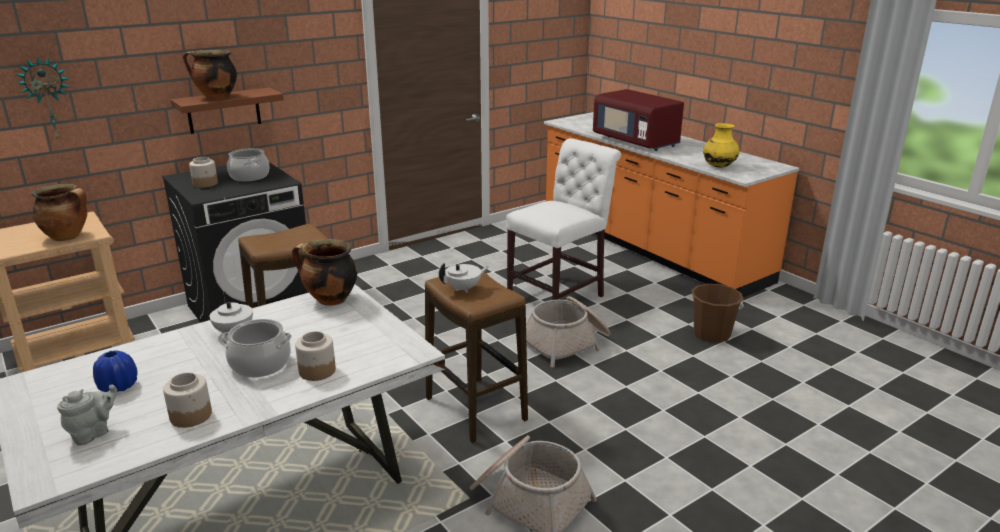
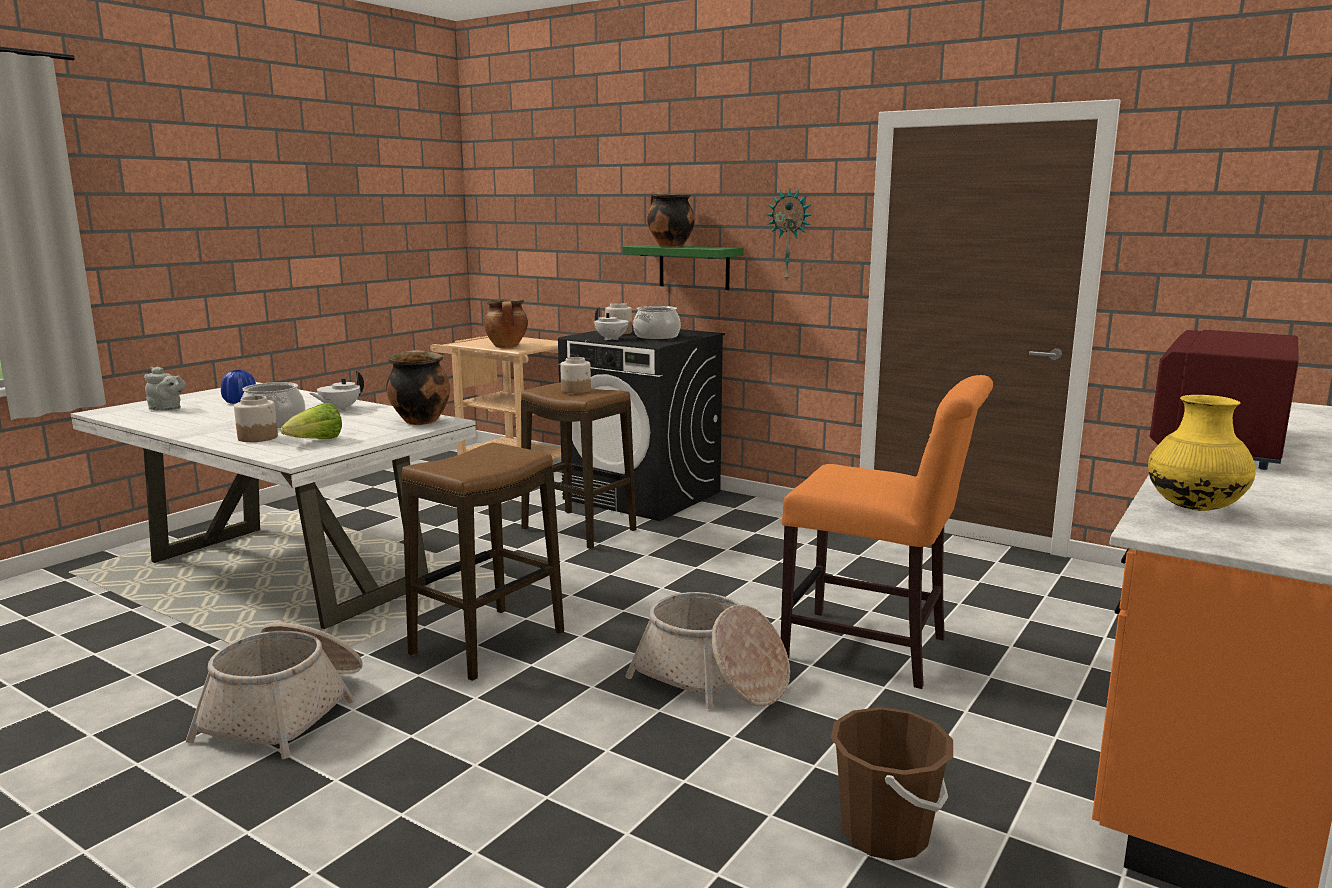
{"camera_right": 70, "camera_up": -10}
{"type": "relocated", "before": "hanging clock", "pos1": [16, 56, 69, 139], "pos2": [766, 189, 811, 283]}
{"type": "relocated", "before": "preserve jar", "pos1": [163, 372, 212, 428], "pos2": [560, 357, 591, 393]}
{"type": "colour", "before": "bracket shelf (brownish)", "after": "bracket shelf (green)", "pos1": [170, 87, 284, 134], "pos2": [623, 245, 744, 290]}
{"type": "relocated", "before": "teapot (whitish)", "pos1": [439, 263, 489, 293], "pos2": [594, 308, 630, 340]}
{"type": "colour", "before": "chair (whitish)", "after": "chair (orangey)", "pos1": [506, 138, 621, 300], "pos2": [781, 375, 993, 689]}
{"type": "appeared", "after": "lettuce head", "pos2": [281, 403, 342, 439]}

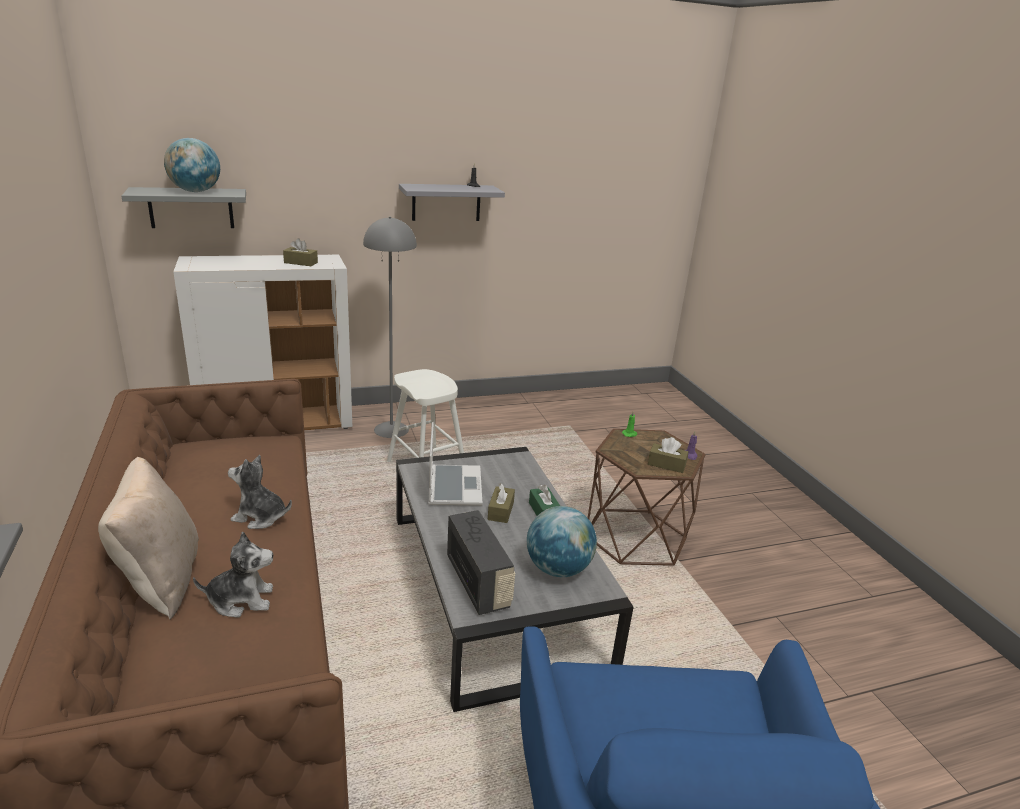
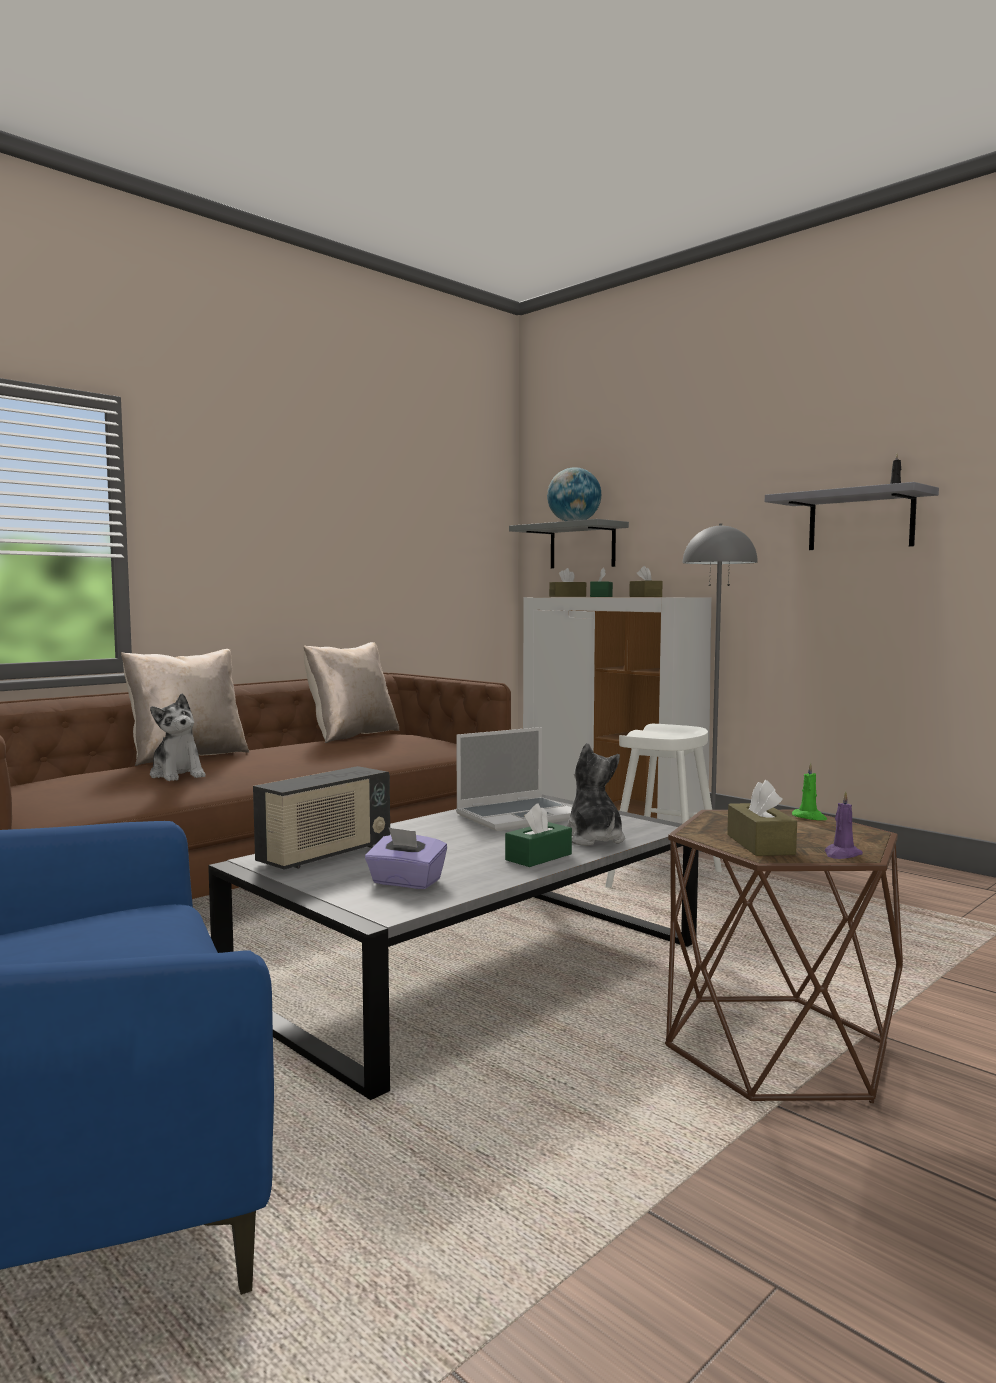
{"camera_right": 65, "camera_up": -20}
{"type": "relocated", "before": "cuddly toy", "pos1": [228, 455, 292, 529], "pos2": [567, 743, 625, 846]}
{"type": "relocated", "before": "box of tissues (brownish)", "pos1": [488, 483, 515, 523], "pos2": [549, 568, 586, 597]}
{"type": "exchanged", "before": "world globe", "after": "box of tissues (purple)", "pos1": [527, 506, 597, 577], "pos2": [365, 827, 447, 889]}
{"type": "appeared", "after": "throw pillow (beige-coloured)", "pos2": [303, 642, 399, 743]}
{"type": "appeared", "after": "box of tissues (green)", "pos2": [590, 568, 613, 597]}

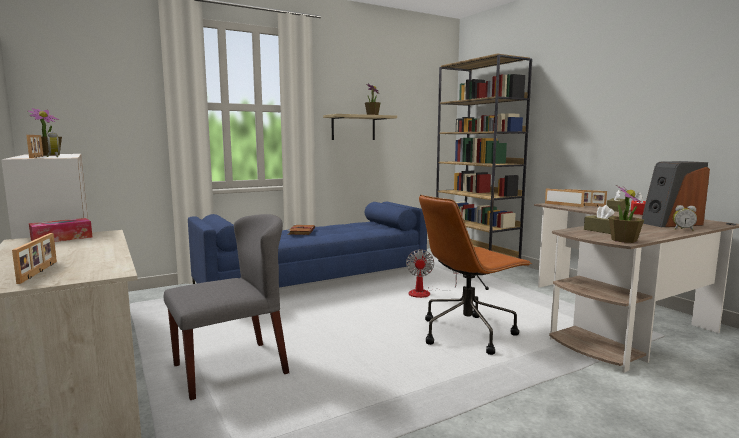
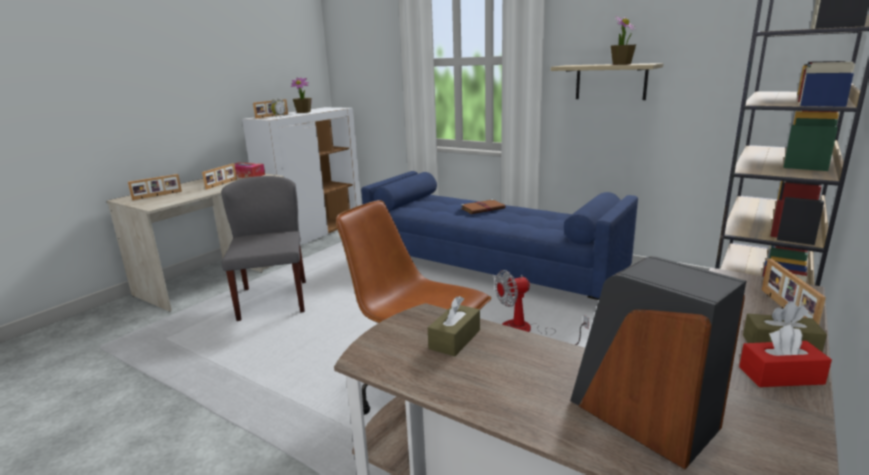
{"camera_right": 65, "camera_up": 10}
{"type": "spun", "before": "chair (grey)", "pos1": [164, 214, 289, 400], "pos2": [221, 176, 306, 321], "turn": -135}
{"type": "relocated", "before": "standing frame", "pos1": [545, 188, 585, 207], "pos2": [202, 163, 237, 189]}
{"type": "missing", "before": "potted plant", "pos1": [609, 185, 644, 243]}
{"type": "missing", "before": "alarm clock", "pos1": [673, 205, 697, 231]}

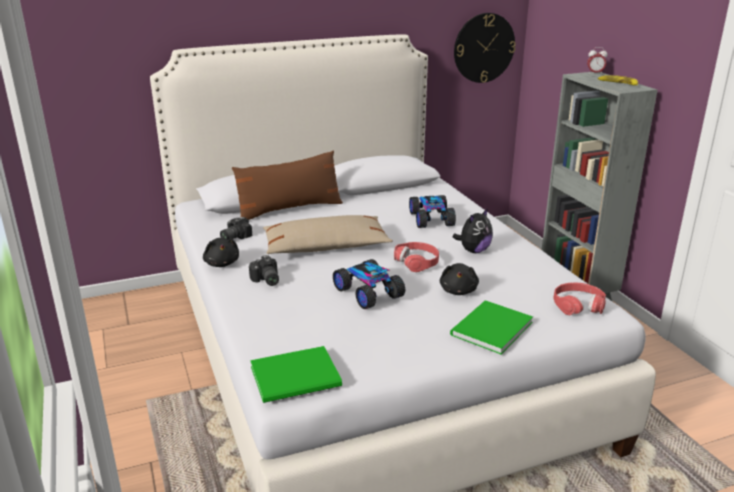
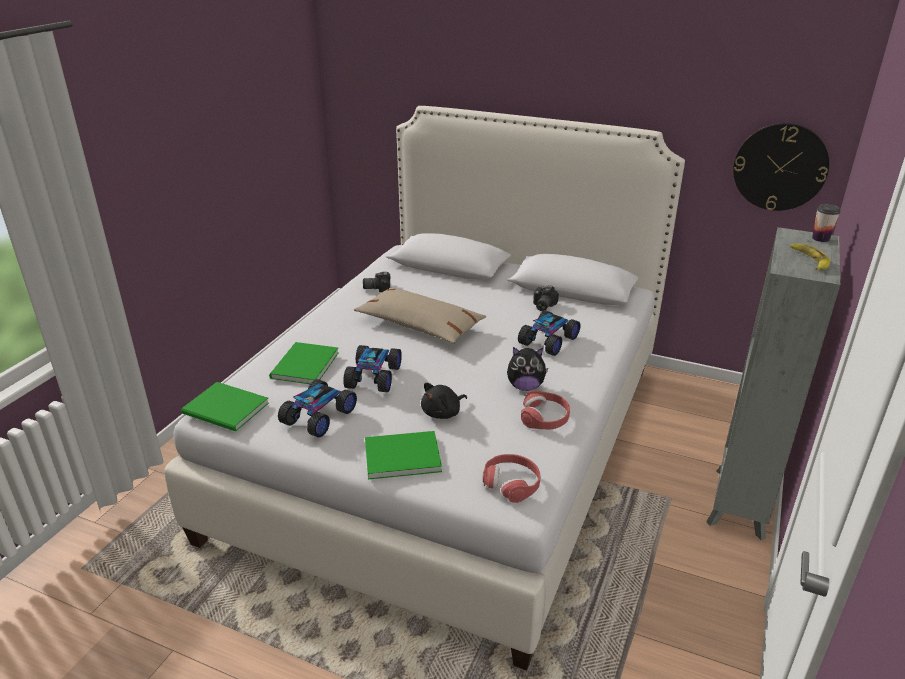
{"camera_right": 45, "camera_up": 5}
{"type": "missing", "before": "cuddly toy (black)", "pos1": [203, 238, 239, 267]}
{"type": "missing", "before": "throw pillow (brownish)", "pos1": [232, 150, 343, 220]}
{"type": "relocated", "before": "photo camera", "pos1": [249, 255, 279, 286], "pos2": [533, 285, 559, 311]}
{"type": "relocated", "before": "headphones (red-coloured)", "pos1": [394, 242, 439, 272], "pos2": [521, 391, 570, 430]}
{"type": "exchanged", "before": "alarm clock", "after": "cup", "pos1": [587, 47, 608, 75], "pos2": [812, 204, 841, 242]}
{"type": "appeared", "after": "volume (green)", "pos2": [269, 342, 339, 384]}
{"type": "appeared", "after": "miniature car", "pos2": [278, 379, 357, 438]}

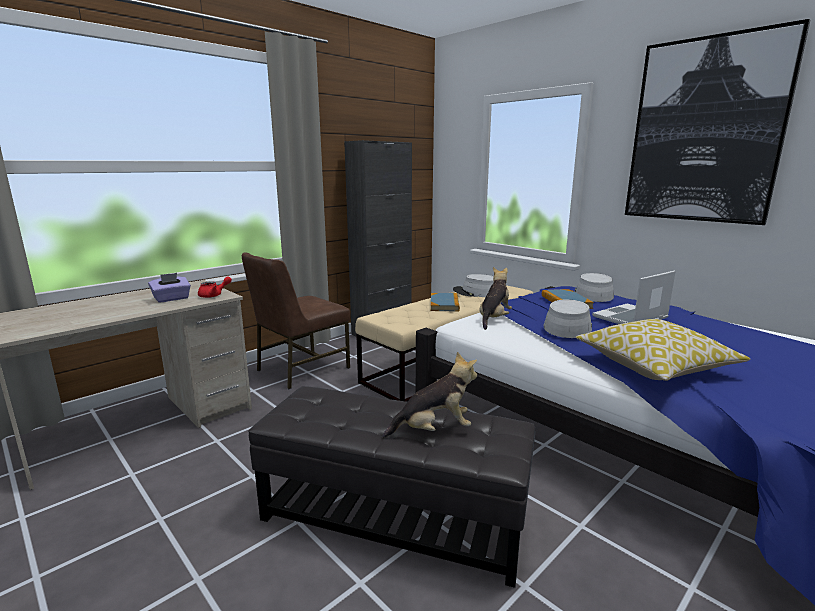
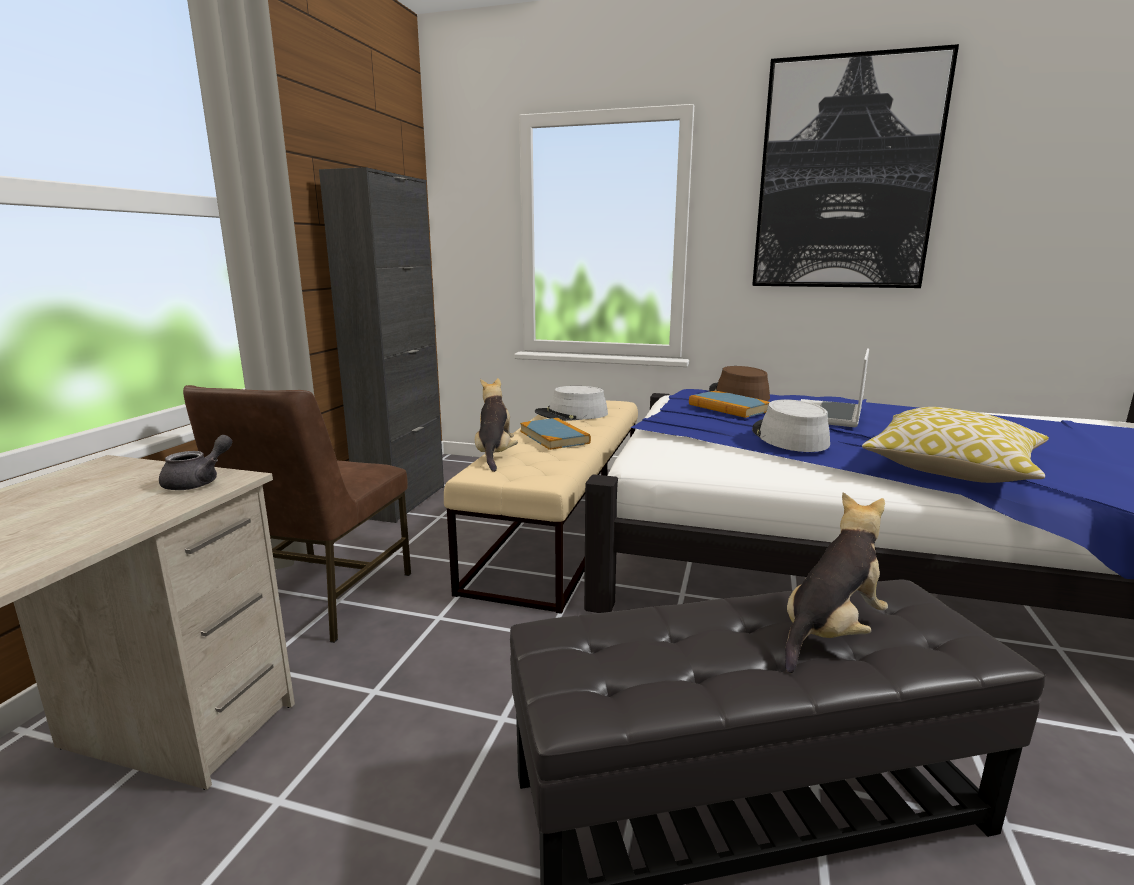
{"camera_right": -30, "camera_up": 0}
{"type": "missing", "before": "box of tissues (purple)", "pos1": [148, 273, 191, 303]}
{"type": "colour", "before": "teapot (red-coloured)", "after": "teapot (grey)", "pos1": [198, 276, 232, 298], "pos2": [159, 435, 232, 490]}
{"type": "relocated", "before": "cuddly toy", "pos1": [479, 267, 512, 330], "pos2": [475, 378, 518, 472]}
{"type": "colour", "before": "wearable hat (grey)", "after": "wearable hat (brownish)", "pos1": [575, 273, 614, 302], "pos2": [709, 366, 770, 401]}

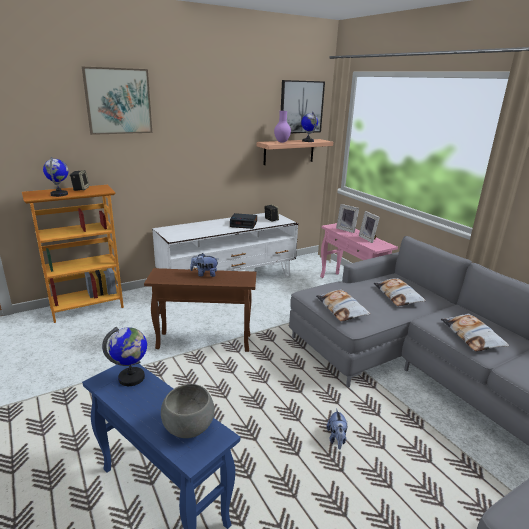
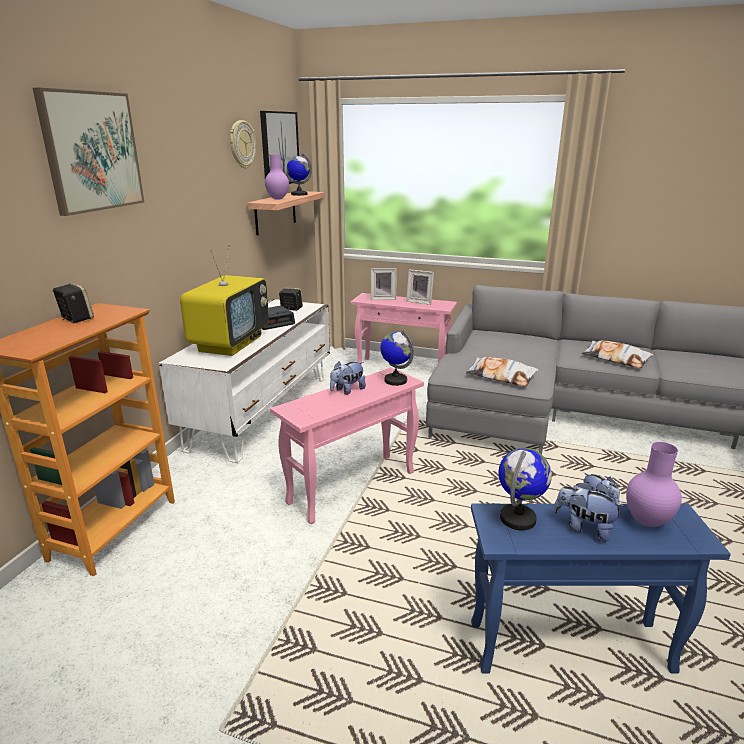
{"camera_right": -40, "camera_up": 0}
{"type": "relocated", "before": "world globe", "pos1": [43, 157, 68, 197], "pos2": [380, 330, 414, 386]}
{"type": "colour", "before": "side table (brownish)", "after": "side table (pink-coloured)", "pos1": [144, 268, 256, 352], "pos2": [270, 367, 424, 524]}
{"type": "exchanged", "before": "deep dish (grey)", "after": "decorative vase (purple)", "pos1": [161, 384, 215, 438], "pos2": [626, 442, 682, 527]}
{"type": "missing", "before": "throw pillow", "pos1": [373, 278, 426, 306]}
{"type": "appeared", "after": "TV set", "pos2": [180, 245, 269, 356]}
{"type": "appeared", "after": "hanging clock", "pos2": [230, 120, 256, 169]}
{"type": "appeared", "after": "cuddly toy", "pos2": [553, 482, 625, 542]}

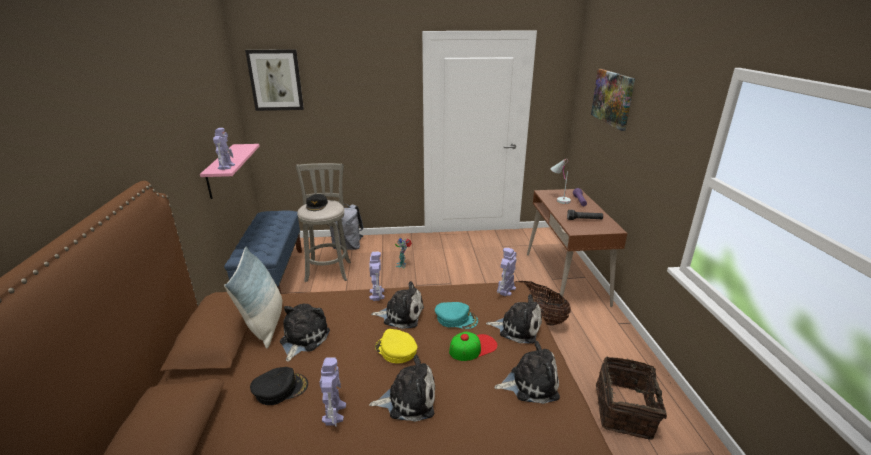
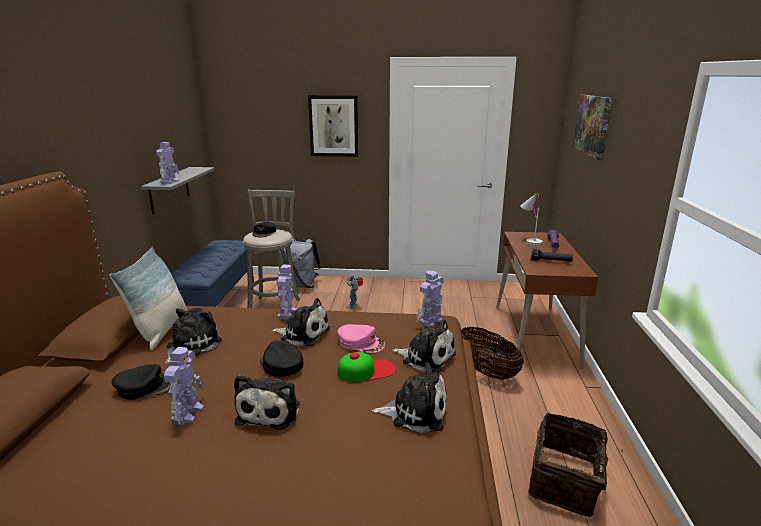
{"camera_right": 10, "camera_up": -5}
{"type": "colour", "before": "bracket shelf (pink-coloured)", "after": "bracket shelf (grey)", "pos1": [200, 144, 260, 199], "pos2": [141, 167, 215, 214]}
{"type": "relocated", "before": "wall picture", "pos1": [245, 49, 304, 111], "pos2": [308, 95, 359, 157]}
{"type": "spun", "before": "cuddly toy", "pos1": [369, 355, 435, 422], "pos2": [234, 375, 300, 430], "turn": 90}
{"type": "colour", "before": "baseball cap (yellow)", "after": "baseball cap (black)", "pos1": [375, 329, 418, 363], "pos2": [260, 341, 303, 377]}
{"type": "colour", "before": "baseball cap (turquoise-coloured)", "after": "baseball cap (pink-coloured)", "pos1": [435, 302, 478, 329], "pos2": [337, 324, 385, 353]}

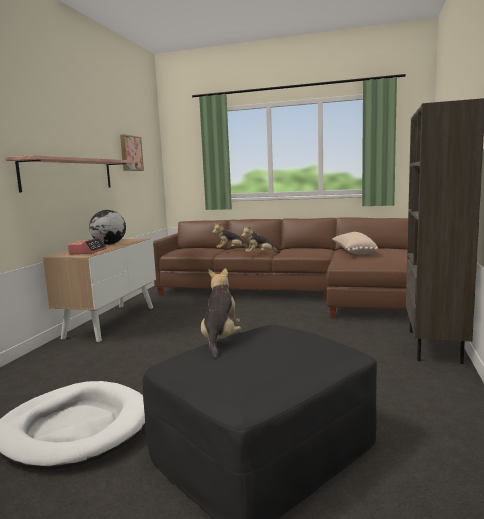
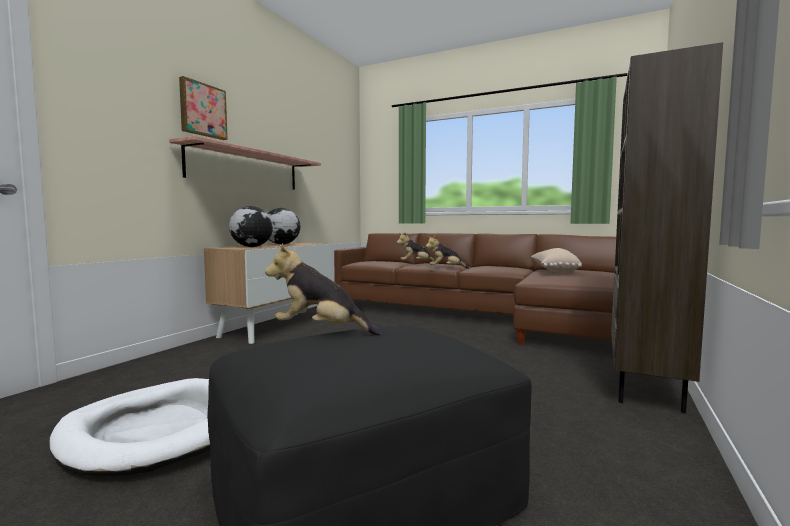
{"camera_right": 10, "camera_up": -5}
{"type": "exchanged", "before": "alarm clock", "after": "world globe", "pos1": [68, 237, 107, 254], "pos2": [229, 206, 273, 247]}
{"type": "relocated", "before": "wall picture", "pos1": [120, 134, 144, 171], "pos2": [179, 76, 228, 140]}
{"type": "spun", "before": "cuddly toy", "pos1": [201, 268, 241, 358], "pos2": [265, 243, 382, 335], "turn": -90}

